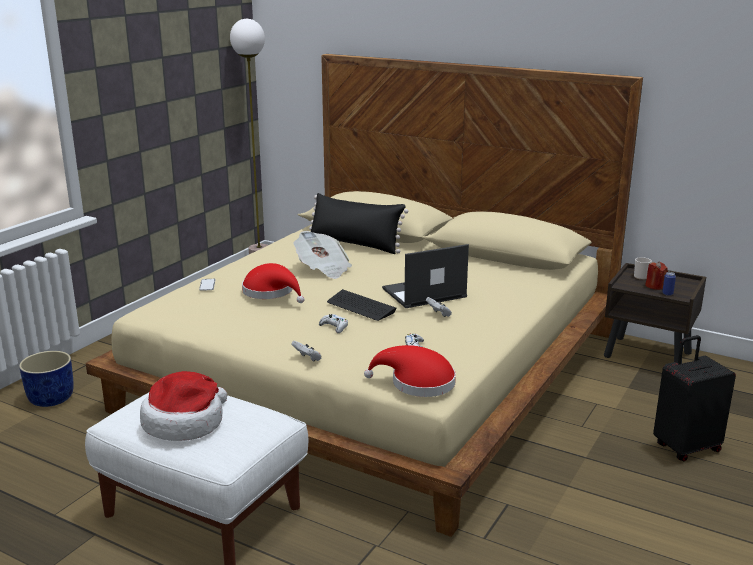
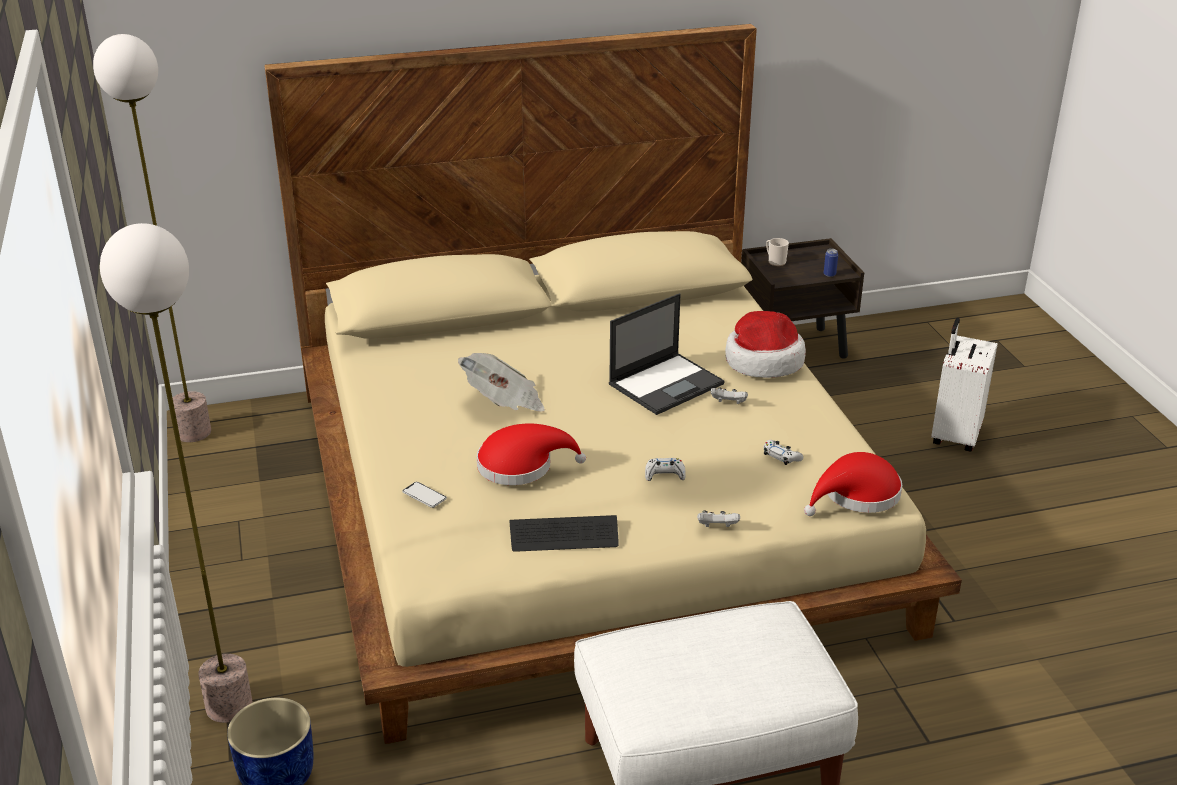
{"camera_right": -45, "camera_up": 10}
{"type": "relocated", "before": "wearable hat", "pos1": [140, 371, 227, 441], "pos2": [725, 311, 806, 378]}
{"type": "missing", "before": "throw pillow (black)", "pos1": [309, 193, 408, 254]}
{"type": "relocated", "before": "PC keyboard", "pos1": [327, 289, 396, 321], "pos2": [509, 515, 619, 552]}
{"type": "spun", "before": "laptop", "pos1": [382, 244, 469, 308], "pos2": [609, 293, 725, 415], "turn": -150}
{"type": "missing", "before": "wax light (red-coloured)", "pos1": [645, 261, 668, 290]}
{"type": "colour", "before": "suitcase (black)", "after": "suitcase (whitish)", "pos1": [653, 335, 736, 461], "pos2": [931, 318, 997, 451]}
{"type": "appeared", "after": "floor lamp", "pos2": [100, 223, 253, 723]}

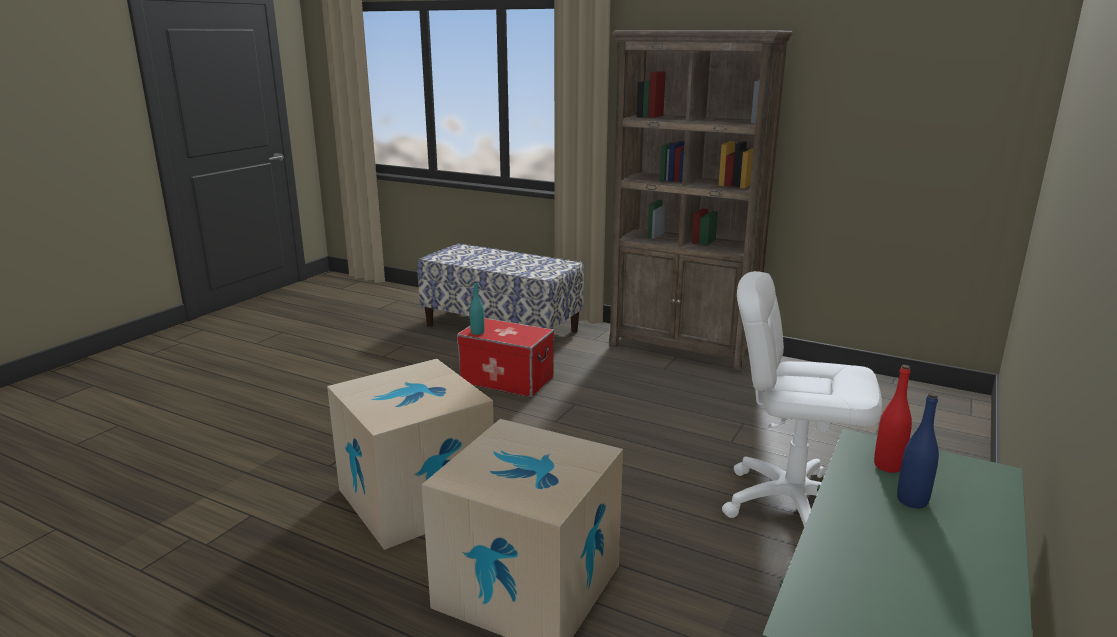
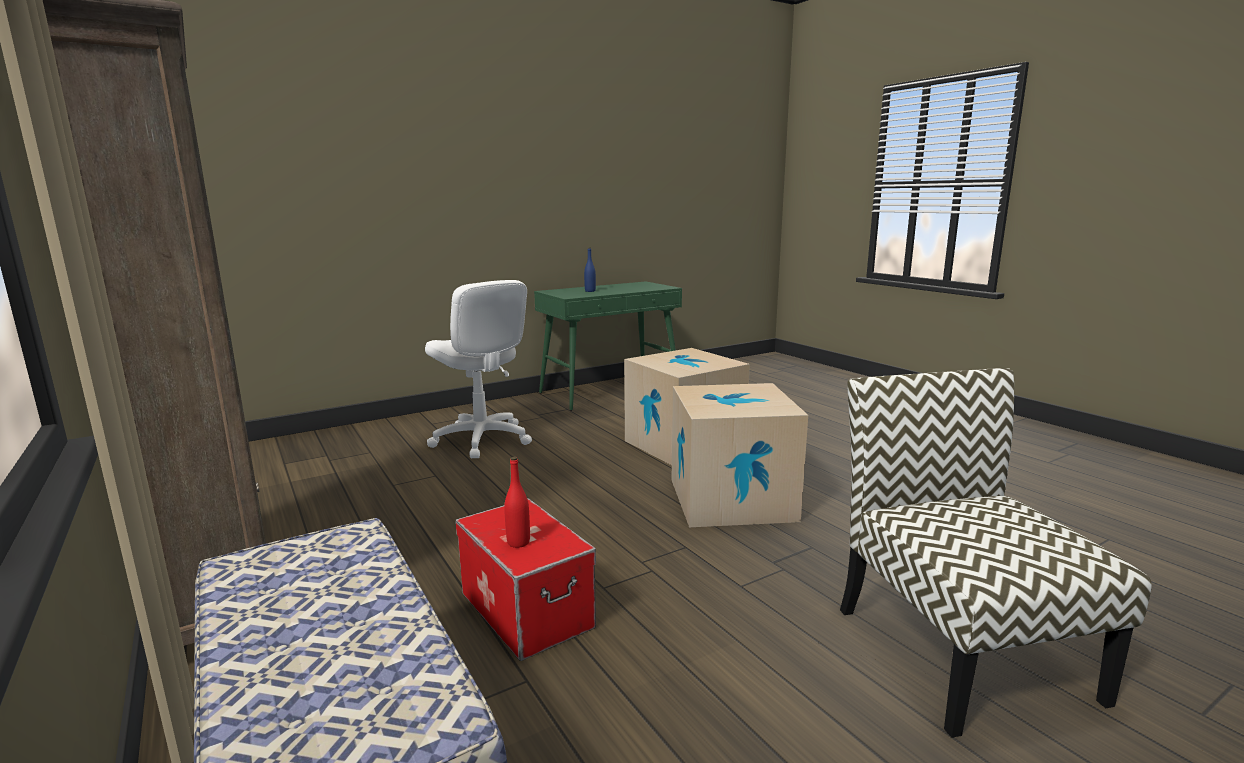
{"camera_right": -150, "camera_up": -5}
{"type": "missing", "before": "drink bottle (turquoise-coloured)", "pos1": [470, 281, 484, 335]}
{"type": "relocated", "before": "drink bottle (red-coloured)", "pos1": [874, 365, 912, 473], "pos2": [504, 457, 530, 548]}
{"type": "appeared", "after": "chair", "pos2": [840, 368, 1152, 738]}

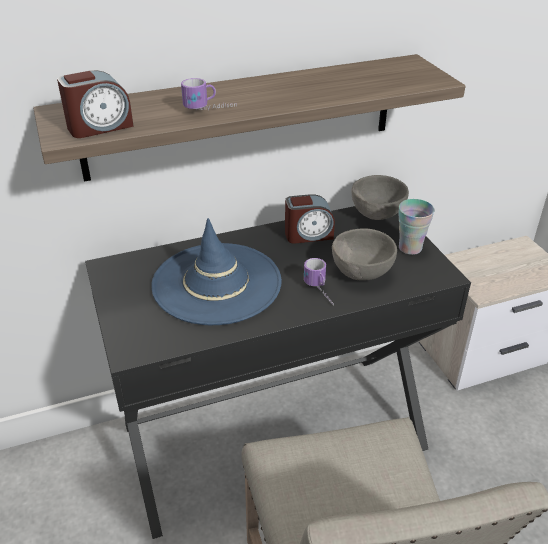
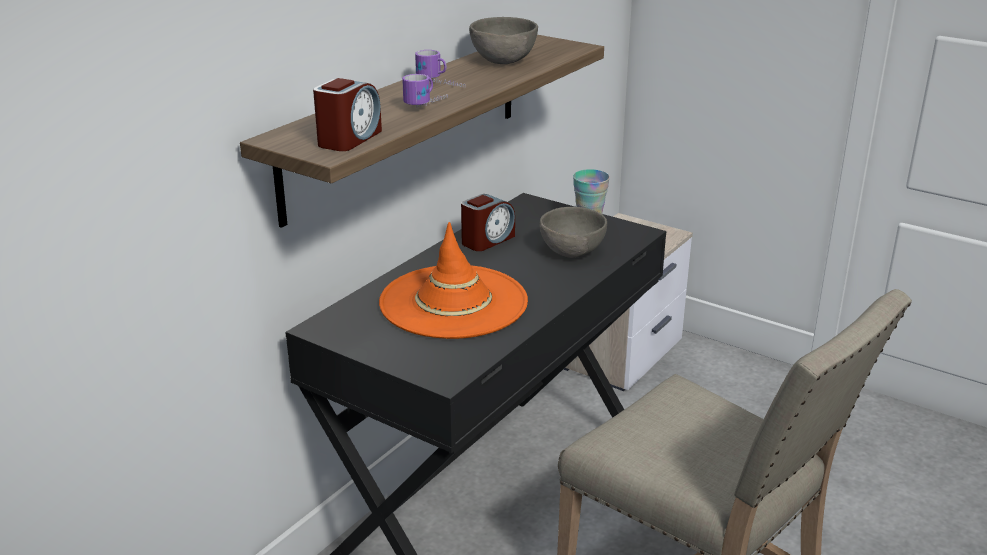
{"camera_right": -35, "camera_up": -10}
{"type": "colour", "before": "wearable hat (bluish)", "after": "wearable hat (orangey)", "pos1": [151, 218, 282, 325], "pos2": [379, 222, 528, 339]}
{"type": "relocated", "before": "tea mug", "pos1": [304, 258, 334, 306], "pos2": [415, 50, 466, 88]}
{"type": "relocated", "before": "deep dish (grey)", "pos1": [351, 175, 409, 220], "pos2": [469, 17, 538, 64]}

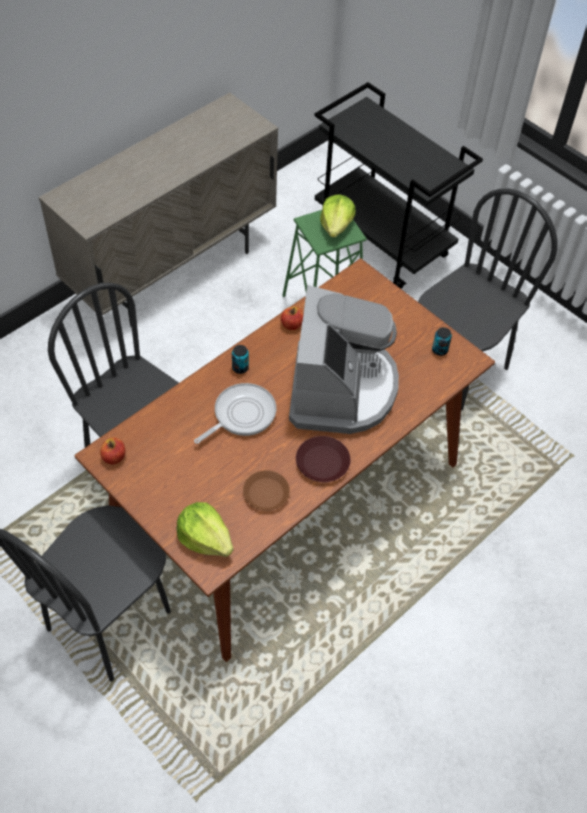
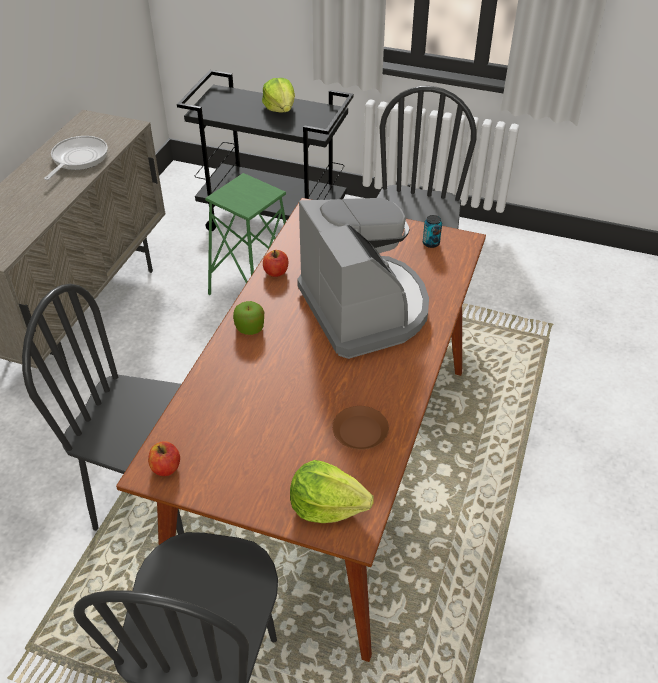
{"camera_right": -25, "camera_up": -10}
{"type": "relocated", "before": "pan", "pos1": [194, 383, 276, 444], "pos2": [44, 136, 108, 180]}
{"type": "exchanged", "before": "metal can", "after": "apple", "pos1": [232, 345, 249, 374], "pos2": [233, 301, 264, 335]}
{"type": "missing", "before": "dinner plate (brownish)", "pos1": [296, 436, 351, 482]}
{"type": "relocated", "before": "lettuce head", "pos1": [320, 194, 356, 238], "pos2": [262, 78, 295, 112]}

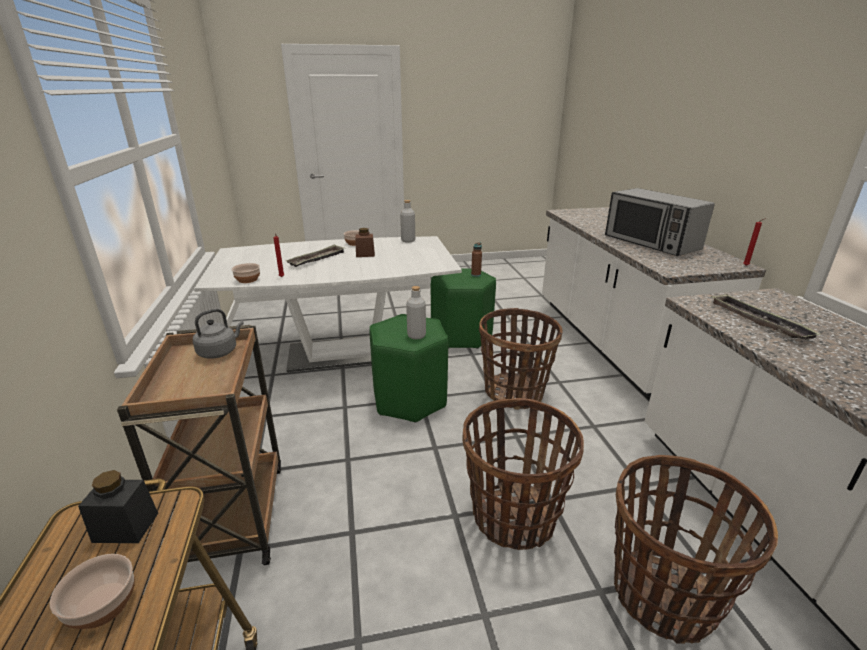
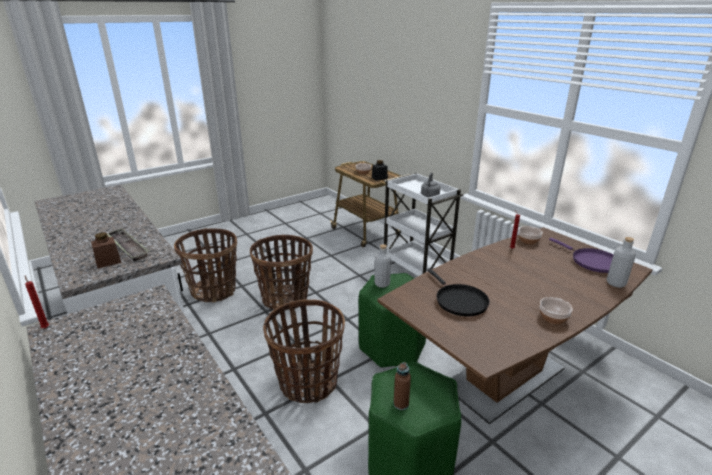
{"camera_right": 155, "camera_up": 0}
{"type": "colour", "before": "wheeled cart (brownish)", "after": "wheeled cart (whitish)", "pos1": [117, 325, 281, 565], "pos2": [384, 173, 464, 276]}
{"type": "colour", "before": "dining table (whitish)", "after": "dining table (brownish)", "pos1": [194, 236, 462, 372], "pos2": [377, 227, 653, 425]}
{"type": "missing", "before": "tray", "pos1": [286, 244, 344, 267]}
{"type": "relocated", "before": "preserve jar (brownish)", "pos1": [355, 228, 375, 257], "pos2": [91, 232, 121, 269]}
{"type": "relocated", "before": "drink bottle (grey)", "pos1": [400, 200, 415, 243], "pos2": [607, 237, 636, 288]}
{"type": "missing", "before": "microwave oven", "pos1": [605, 188, 715, 256]}
{"type": "appeared", "after": "pan (black)", "pos2": [427, 268, 490, 316]}
{"type": "appeared", "after": "pan (purple)", "pos2": [549, 238, 614, 273]}

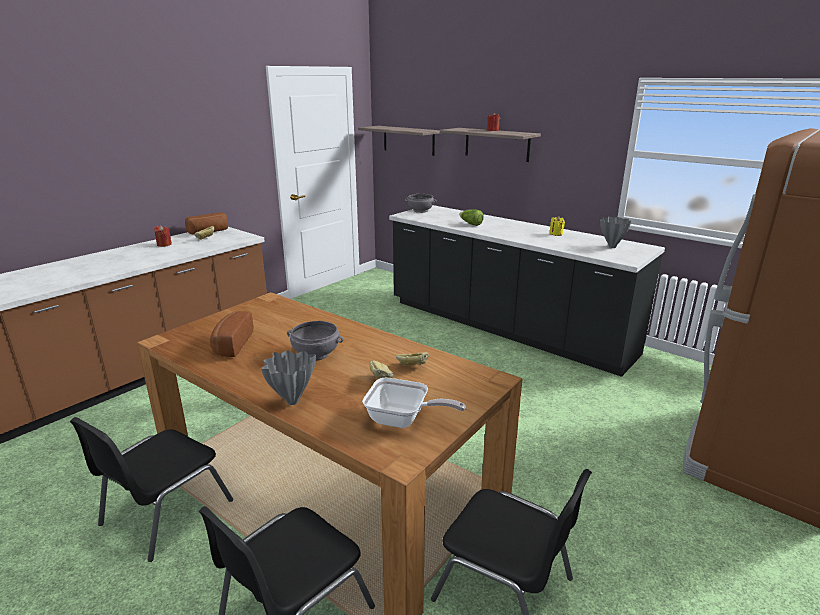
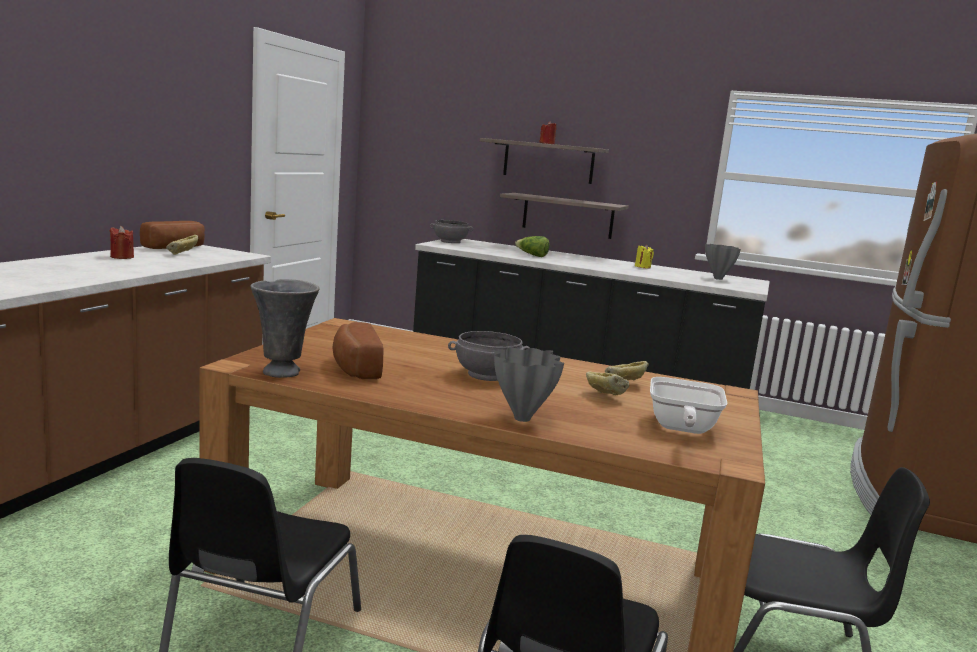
{"camera_right": -20, "camera_up": -10}
{"type": "relocated", "before": "bracket shelf", "pos1": [358, 126, 440, 156], "pos2": [500, 193, 629, 239]}
{"type": "spun", "before": "pan", "pos1": [362, 377, 466, 428], "pos2": [650, 377, 727, 434], "turn": 105}
{"type": "appeared", "after": "decorative vase (grey)", "pos2": [251, 279, 320, 378]}

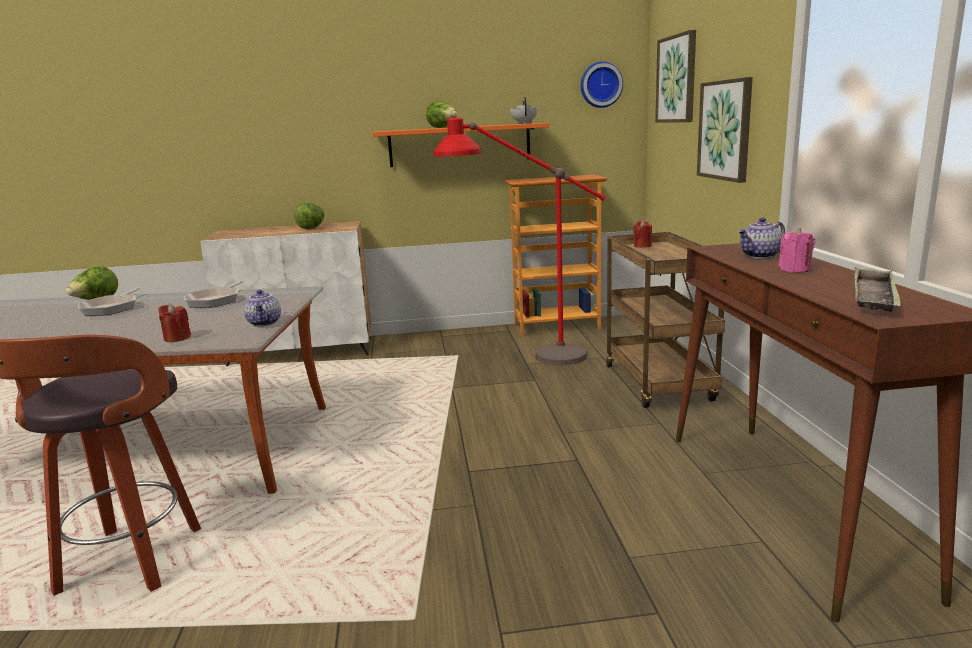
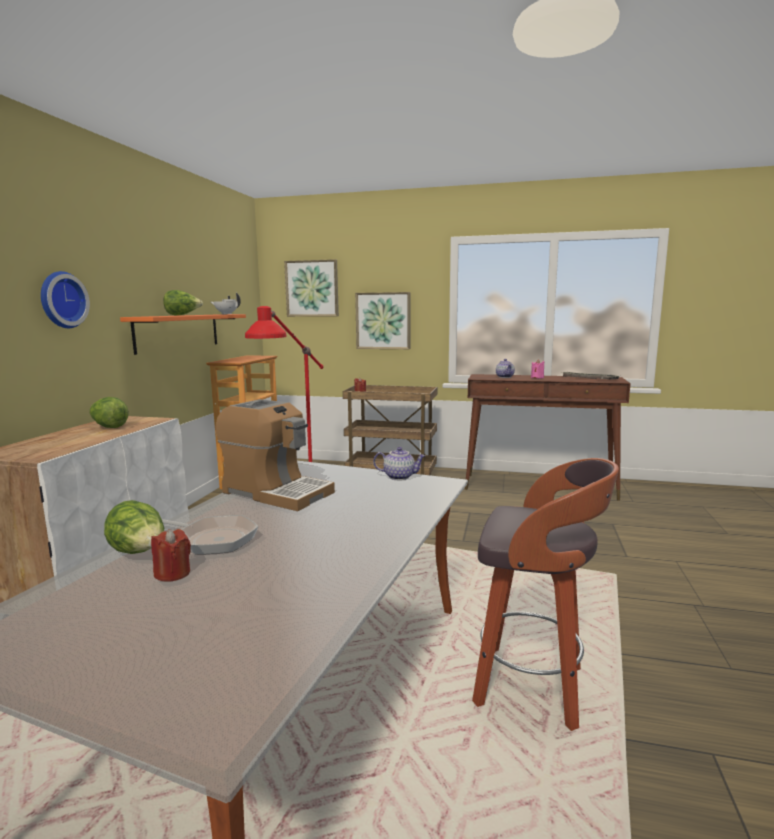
{"camera_right": -70, "camera_up": -5}
{"type": "relocated", "before": "wax light (red-coloured)", "pos1": [159, 304, 191, 342], "pos2": [151, 529, 191, 581]}
{"type": "exchanged", "before": "pan", "after": "coffee maker", "pos1": [184, 280, 243, 308], "pos2": [215, 399, 335, 511]}
{"type": "relocated", "before": "hanging clock", "pos1": [581, 61, 623, 108], "pos2": [41, 271, 90, 328]}

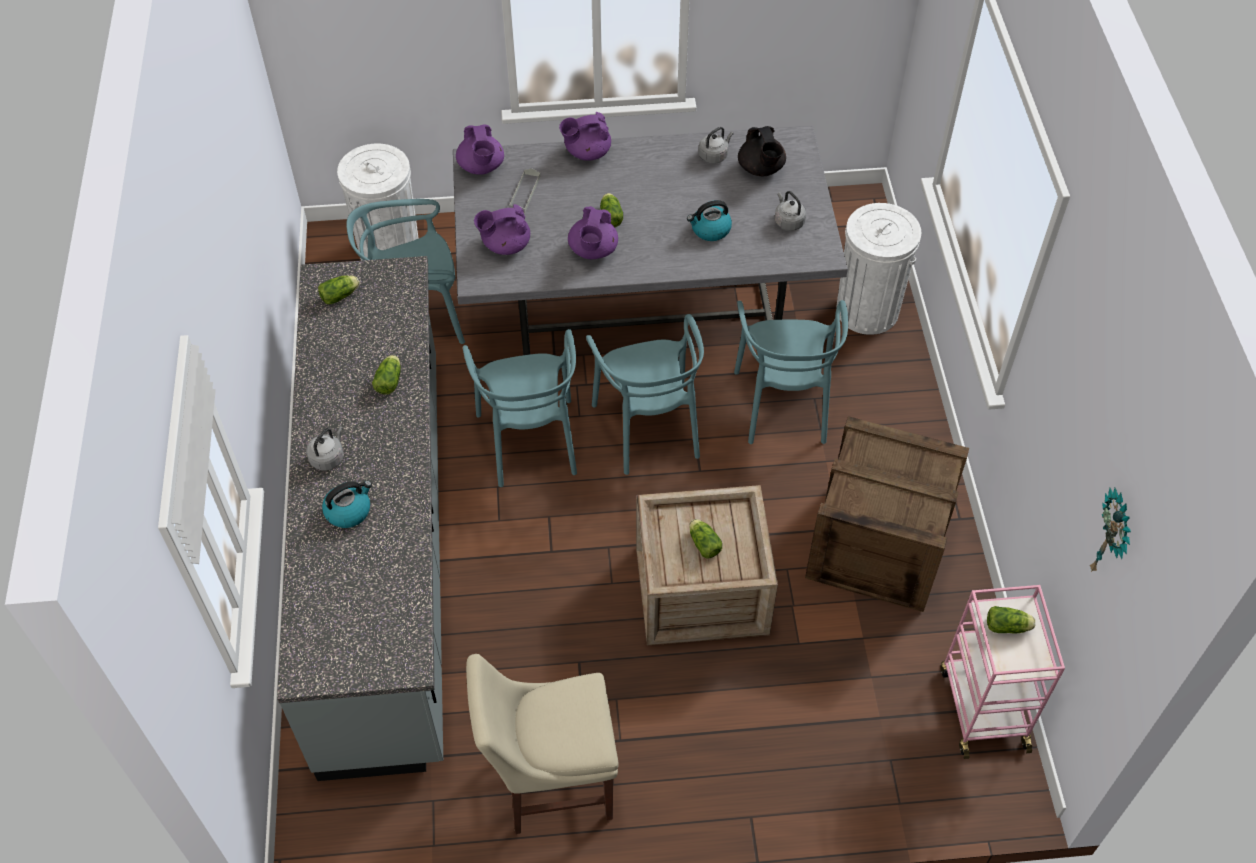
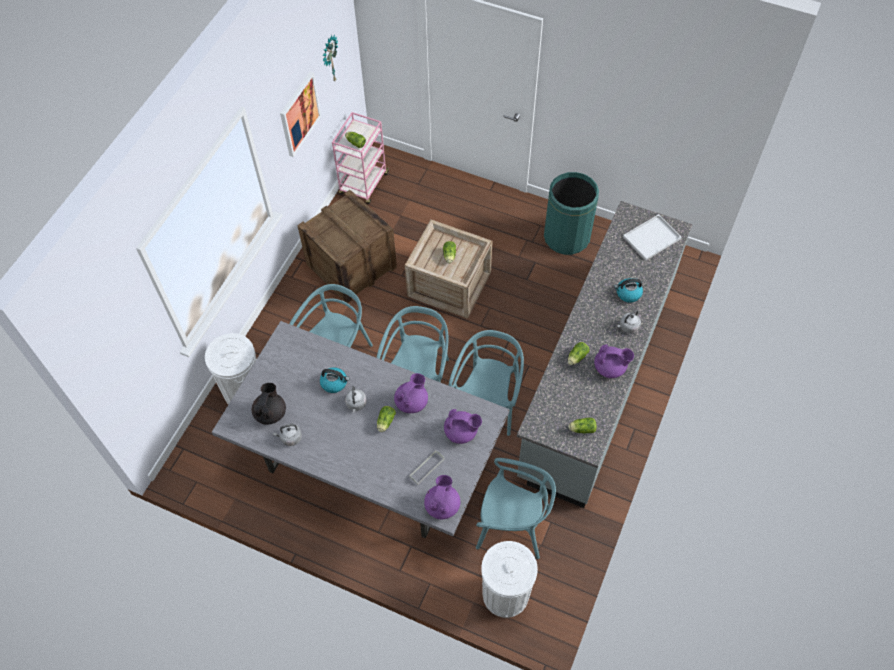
{"camera_right": -150, "camera_up": 5}
{"type": "exchanged", "before": "chair (beige-coloured)", "after": "trash can (green)", "pos1": [466, 654, 619, 834], "pos2": [544, 172, 599, 255]}
{"type": "relocated", "before": "teapot (purple)", "pos1": [559, 112, 611, 161], "pos2": [594, 344, 634, 378]}
{"type": "relocated", "before": "water kettle (grey)", "pos1": [775, 191, 806, 231], "pos2": [345, 386, 367, 413]}
{"type": "appeared", "after": "wall picture", "pos2": [280, 72, 321, 157]}
{"type": "appeared", "after": "tray (whitish)", "pos2": [623, 214, 682, 261]}

